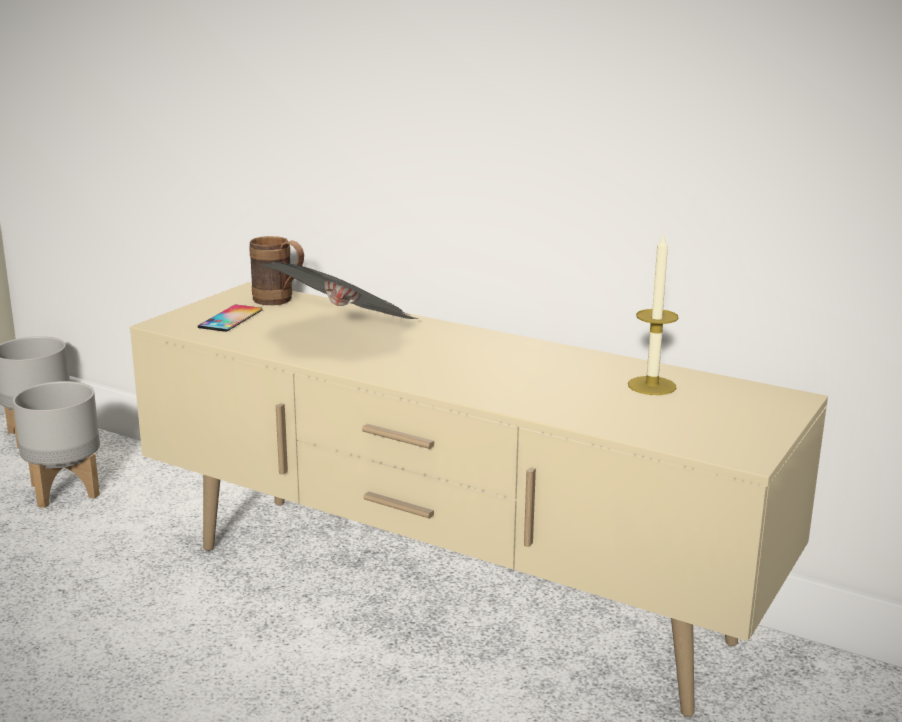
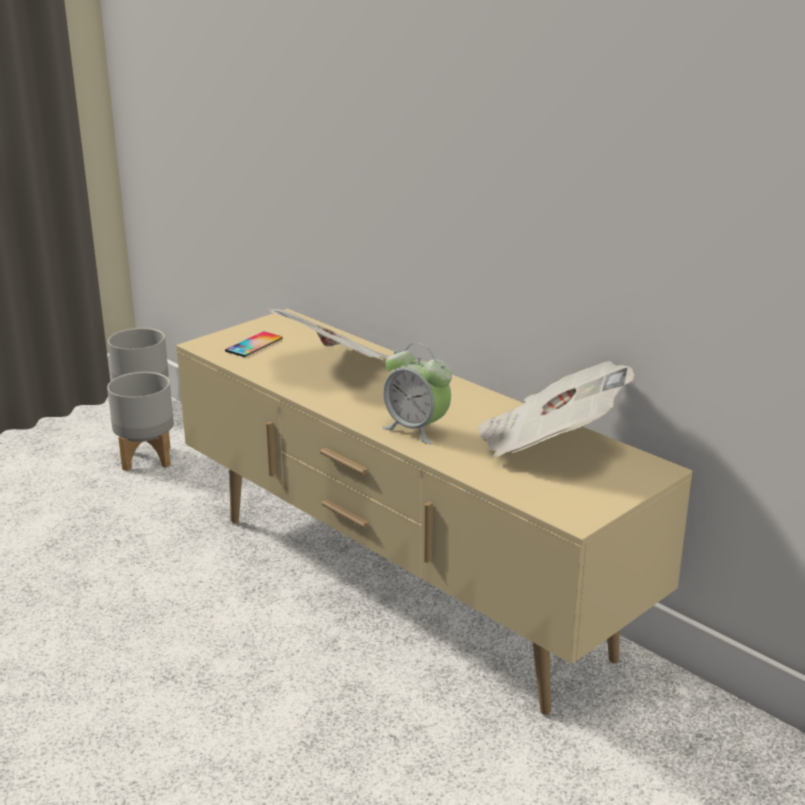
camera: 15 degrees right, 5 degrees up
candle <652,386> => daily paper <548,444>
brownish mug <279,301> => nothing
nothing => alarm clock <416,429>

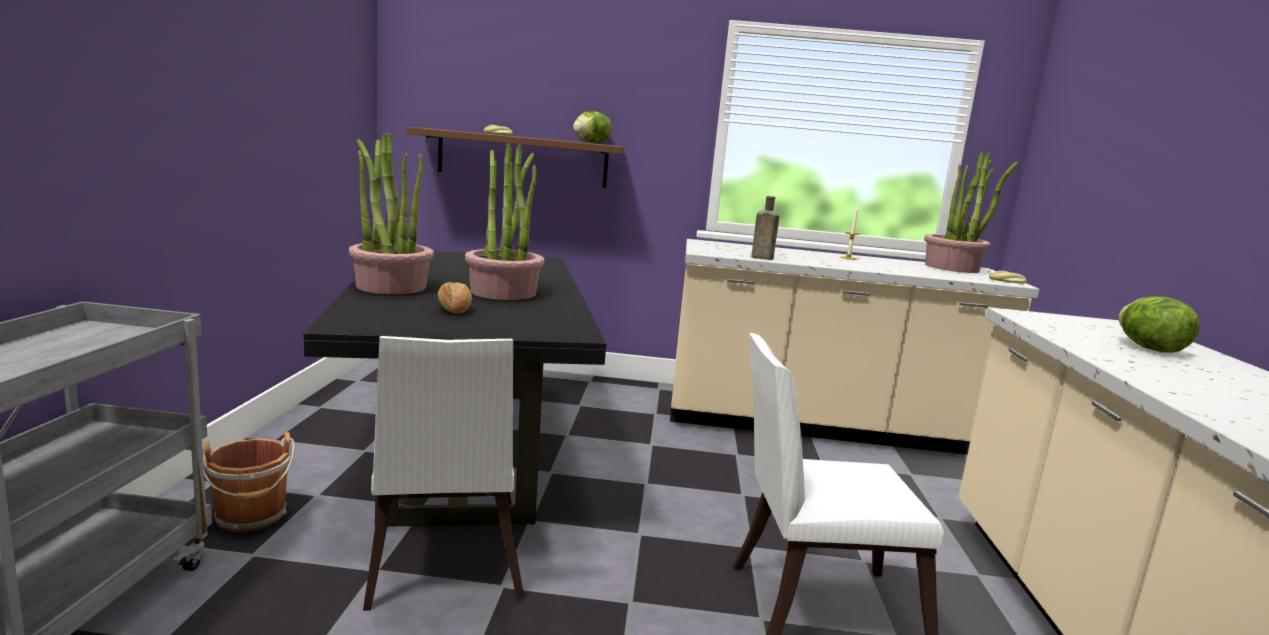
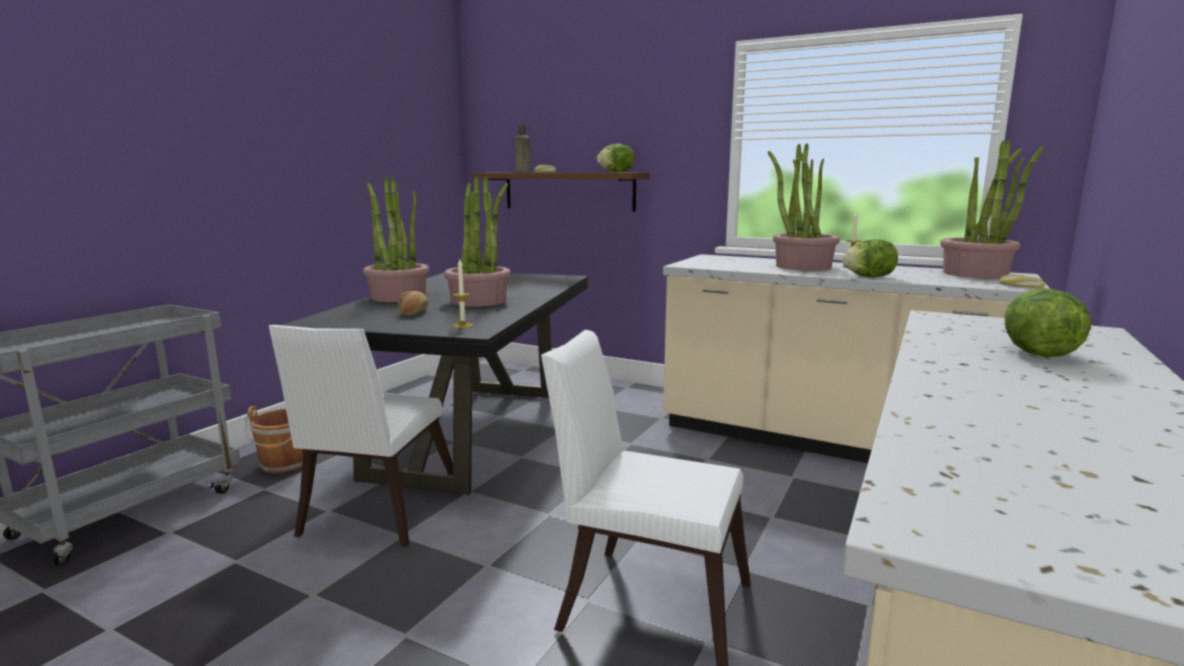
camera: 25 degrees right, 0 degrees up
brownish drink bottle <760,258> => brownish drink bottle <522,172>, move
nothing => potted plant <802,266>
nothing => head of lettuce <868,277>
nothing => candle <463,325>

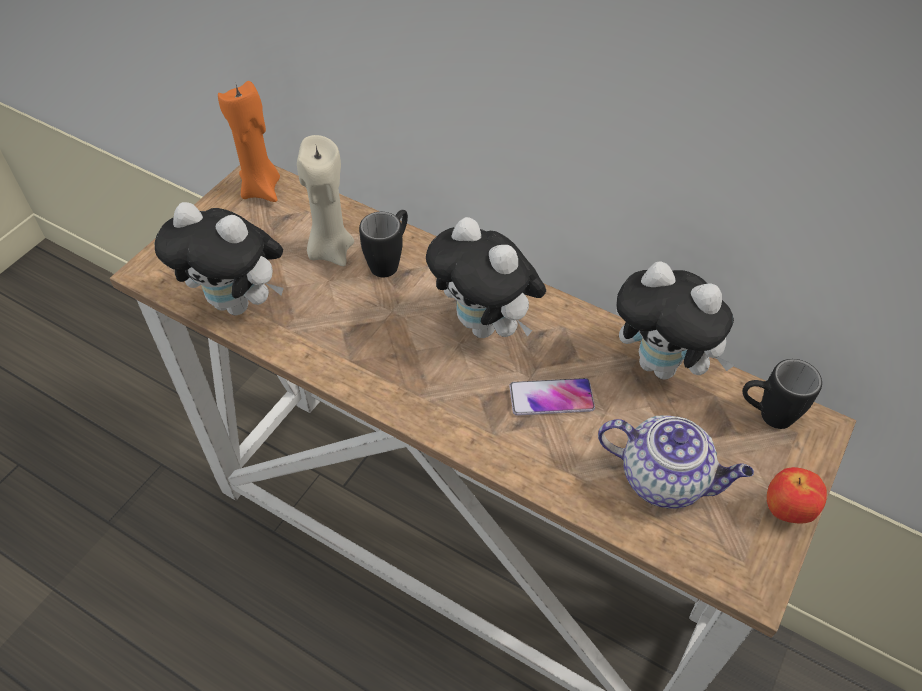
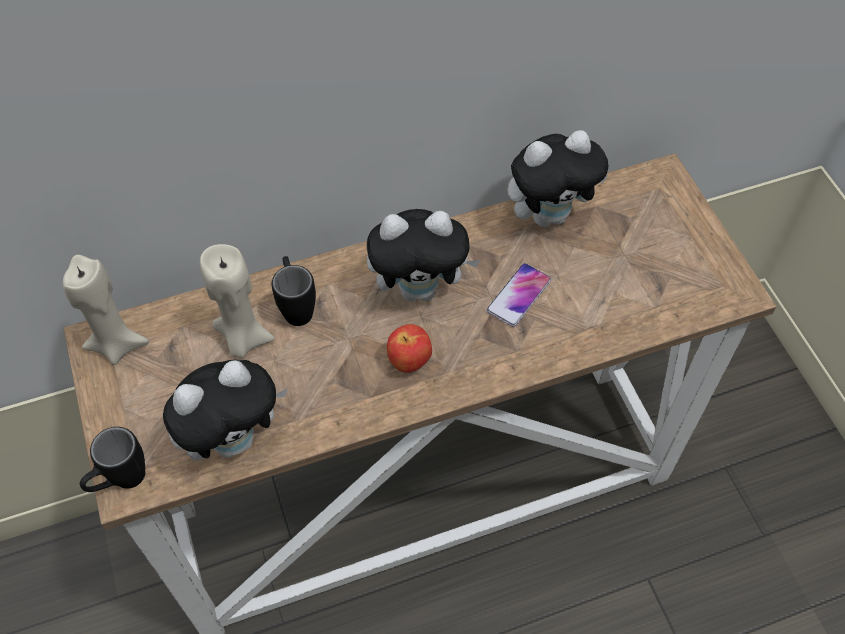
camera: 50 degrees left, 5 degrees up
orange candle <261,189> => sand-coloured candle <117,344>
blackish mug <765,415> => blackish mug <121,482>, move
tea pot <665,478> => nothing
whole apple <786,511> => whole apple <409,362>, move

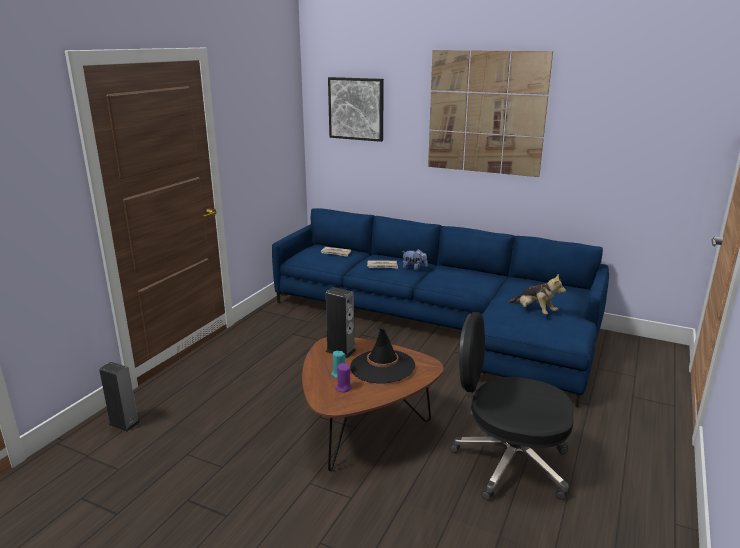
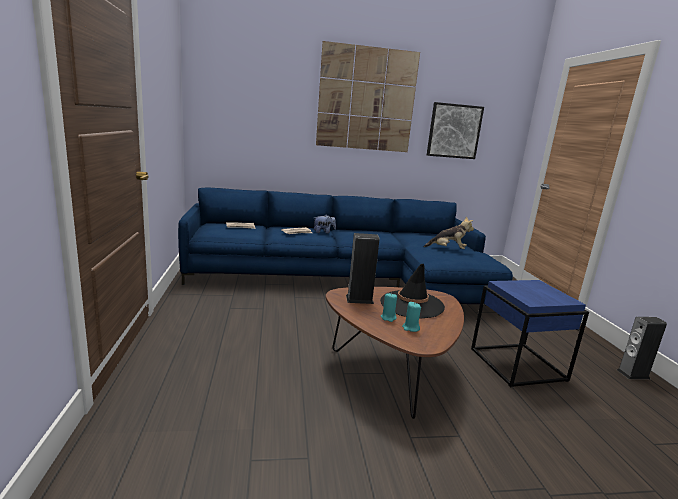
camera: 35 degrees left, 5 degrees down
wall art <356,109> => wall art <454,131>, move
blackish desk chair <508,462> => bluish accent table <516,364>
audio speaker <124,423> => audio speaker <633,374>, move
purplish candle <343,388> => turquoise candle <410,328>

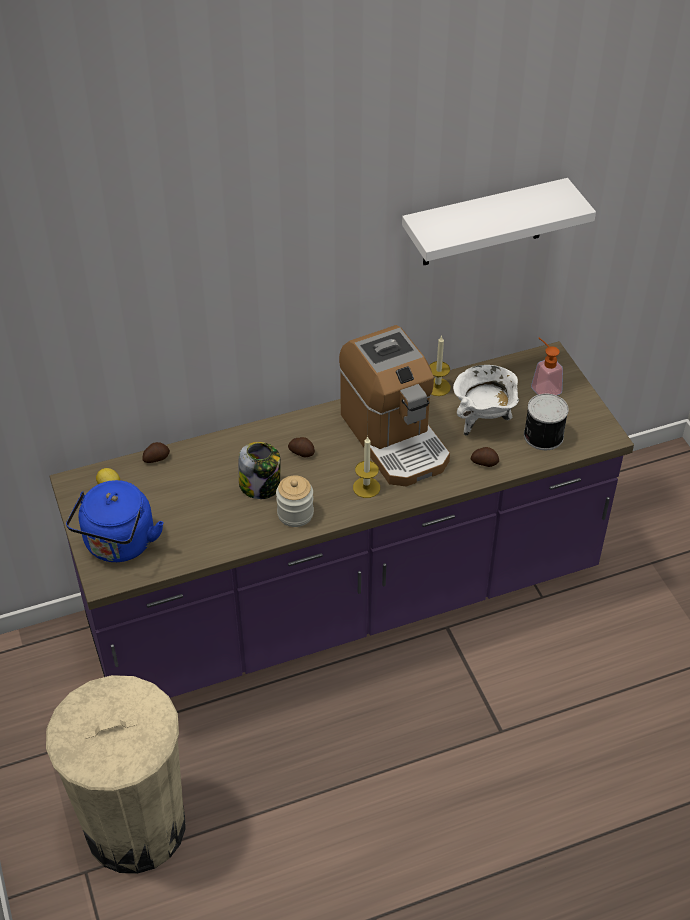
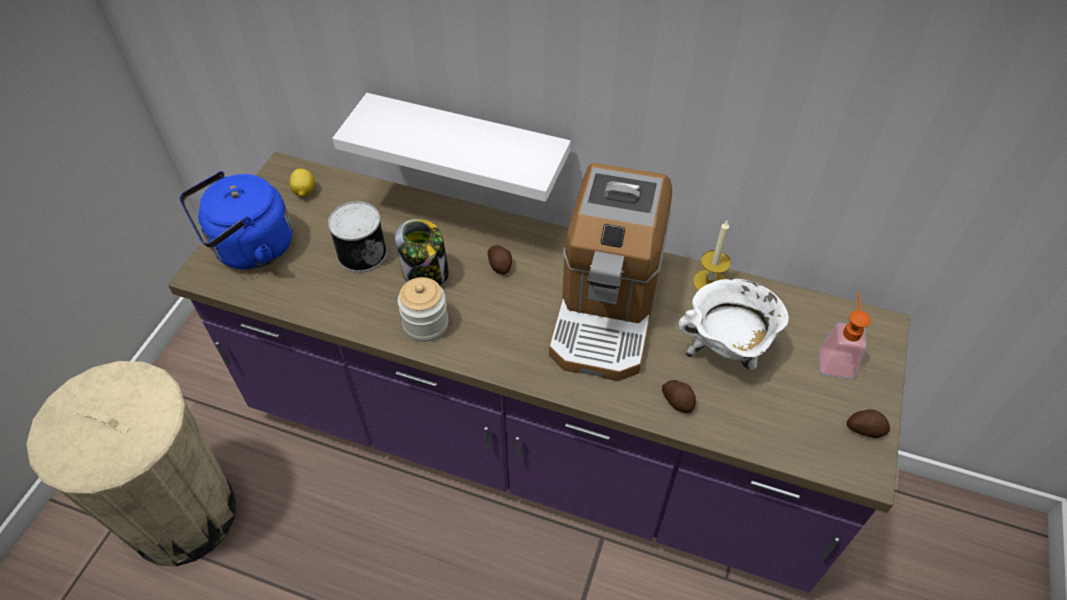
camera: 40 degrees right, 5 degrees up
white wall shelf <483,223> => white wall shelf <468,146>, move
metal can <542,435> => metal can <361,253>, move
candle <366,487> => nothing
potato <156,458> => potato <865,428>, move

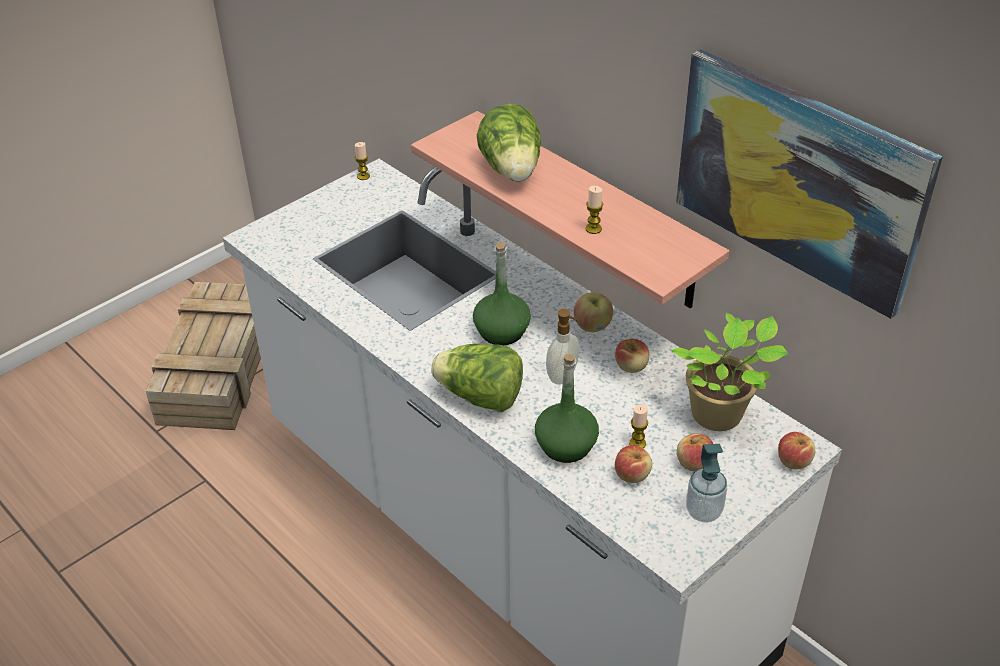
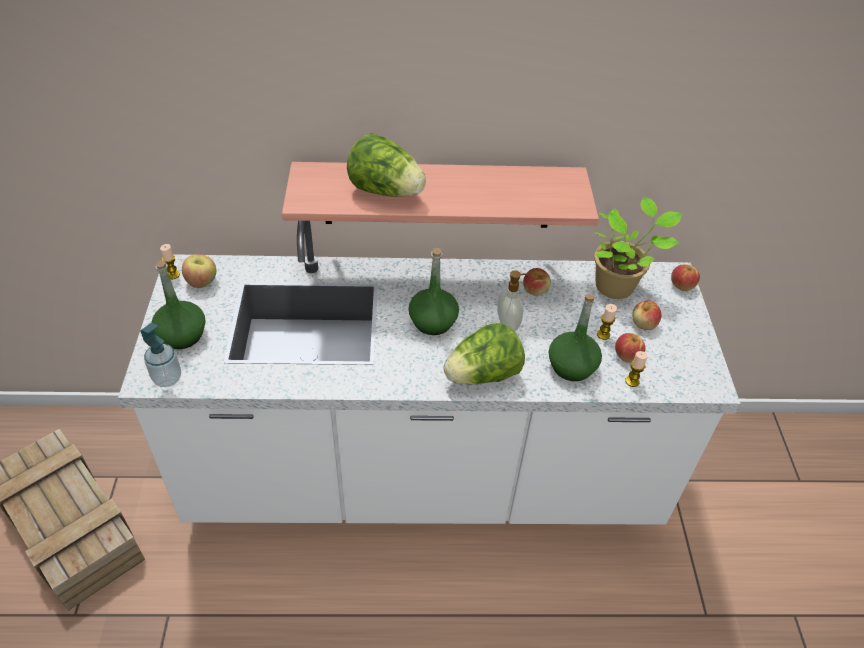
camera: 50 degrees left, 5 degrees up
wall art <798,179> => nothing
candle <593,229> => candle <632,381>, move
whole apple <593,326> => whole apple <202,282>, move
liquid soap bottle <703,511> => liquid soap bottle <167,378>, move
nothing => green-coloured drink bottle <182,335>

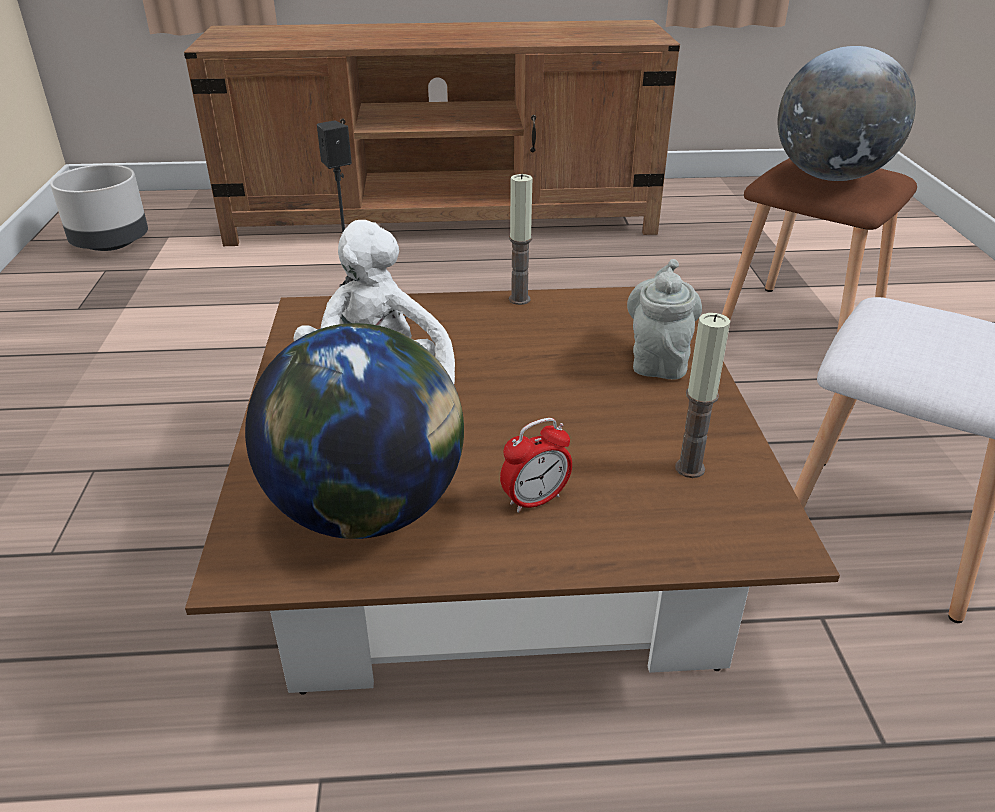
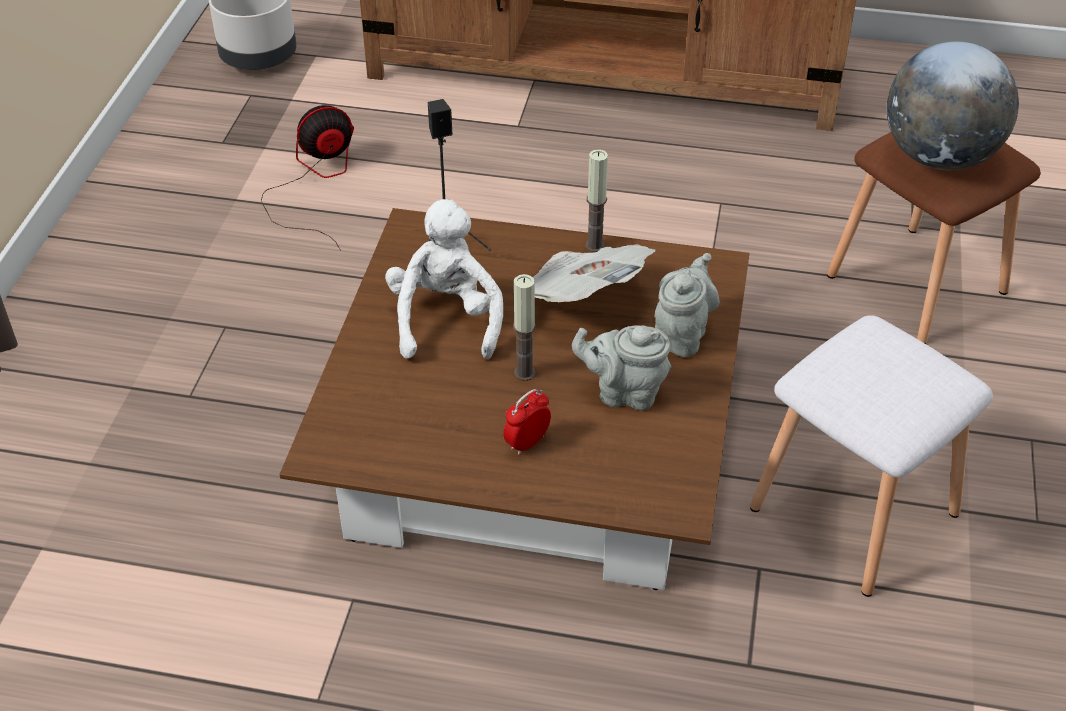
camera: 15 degrees right, 10 degrees up
candle <690,468> => candle <524,373>, move
globe <368,510> => nothing
alarm clock <535,500> => alarm clock <527,443>, 150 degrees clockwise
nothing => electric fan <316,182>
nothing => daily paper <582,297>
nothing => gray tea pot <624,392>

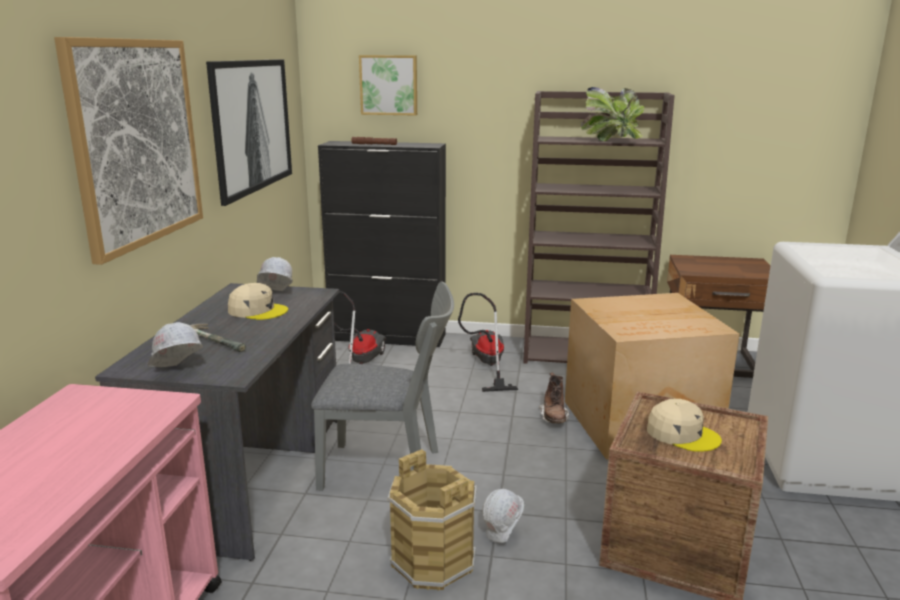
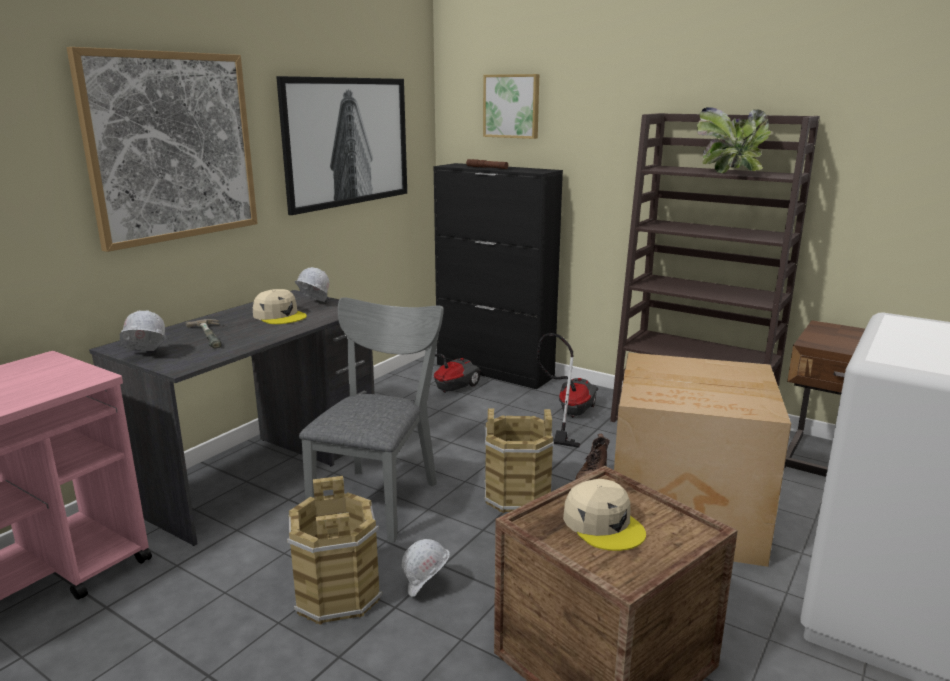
camera: 25 degrees right, 0 degrees up
gray chair <390,470> => gray chair <379,497>, 105 degrees counterclockwise
nothing => brownish bucket <517,495>

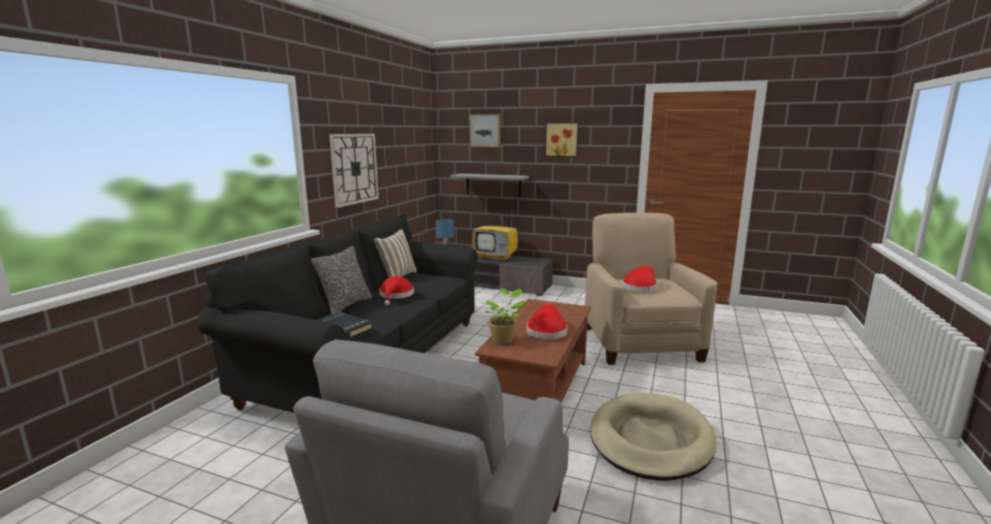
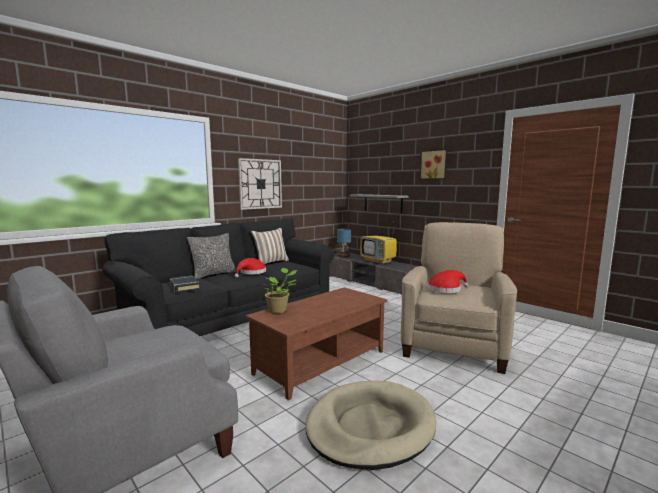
camera: 25 degrees right, 5 degrees down
wall art <485,130> => nothing
red-coloured wearable hat <546,331> => nothing

